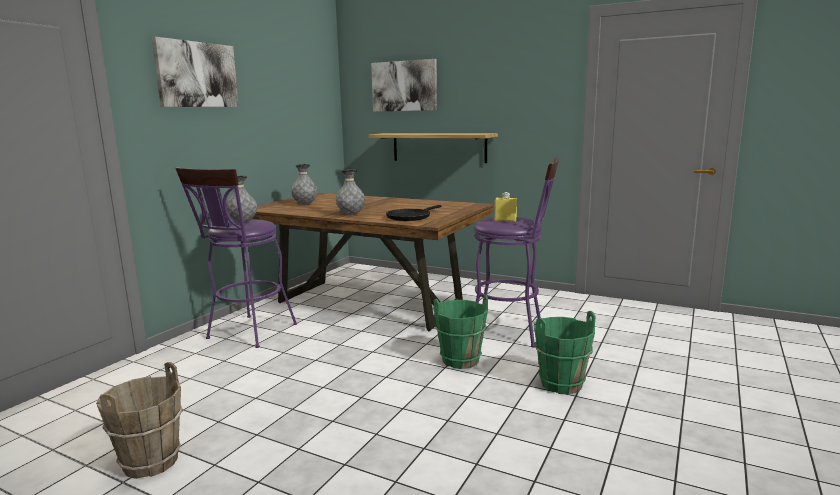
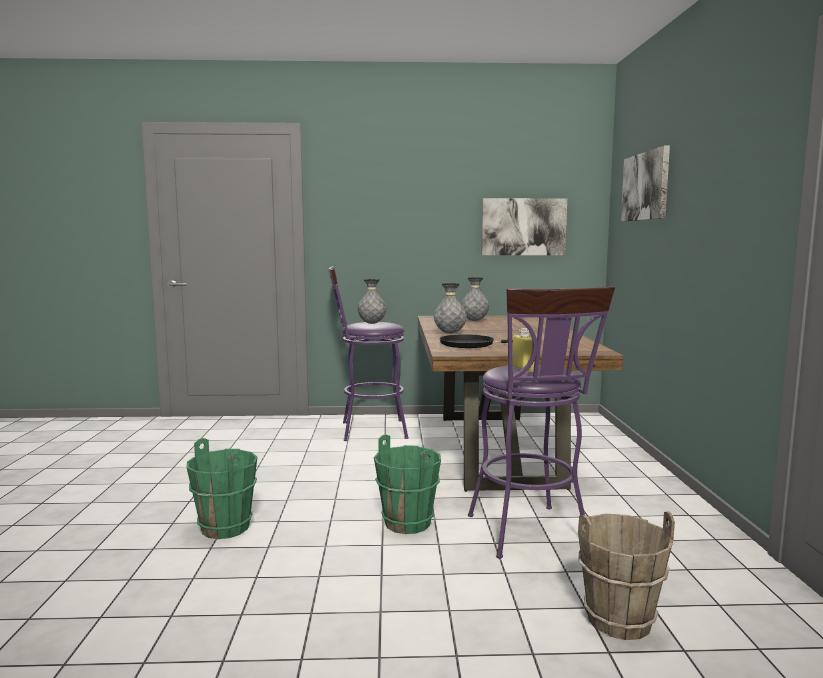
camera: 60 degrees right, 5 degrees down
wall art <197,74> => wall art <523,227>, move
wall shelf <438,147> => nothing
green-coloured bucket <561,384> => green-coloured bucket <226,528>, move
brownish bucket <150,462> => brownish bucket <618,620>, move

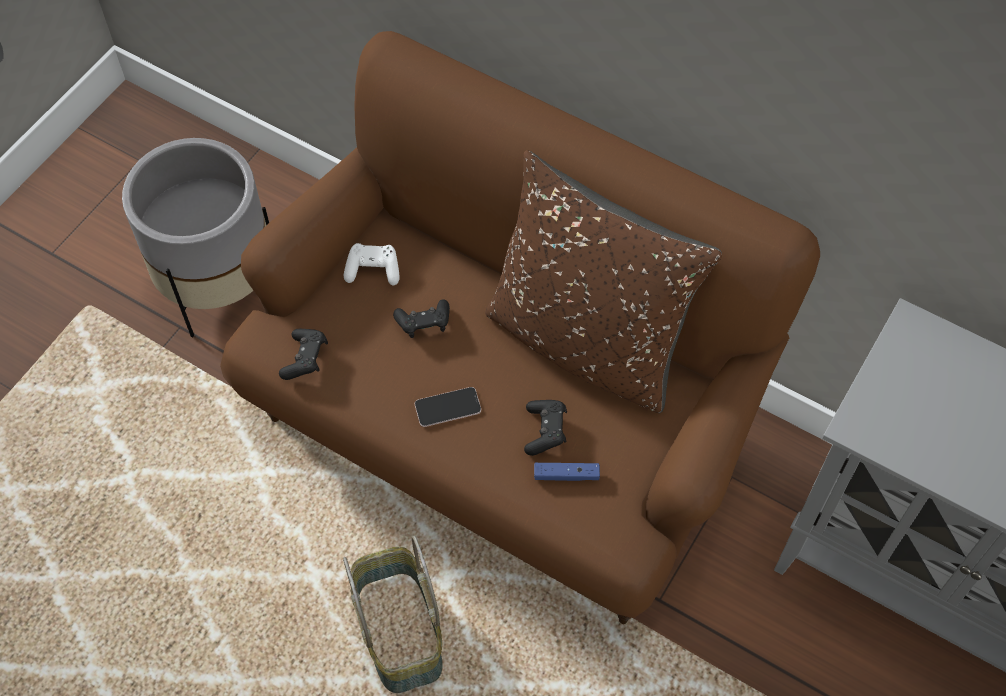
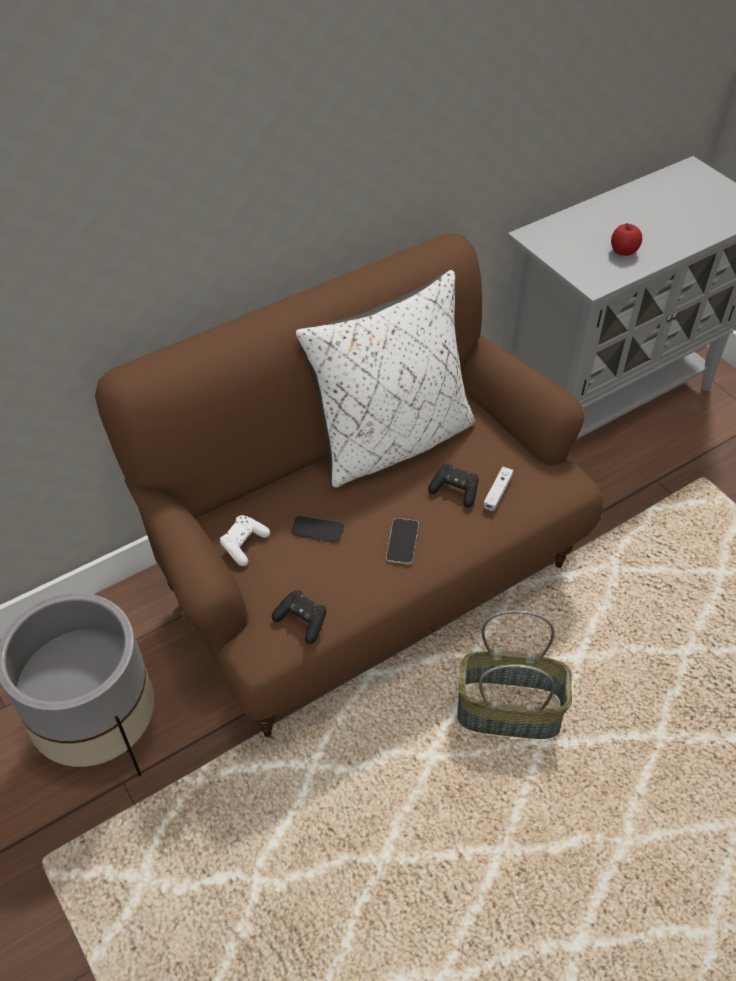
camera: 65 degrees left, 10 degrees down
brownish throw pillow <587,342> => white throw pillow <392,441>
blackish game controller <424,324> => telephone <317,530>
bluish game controller <566,475> => white game controller <497,492>
nothing => whole apple <623,251>

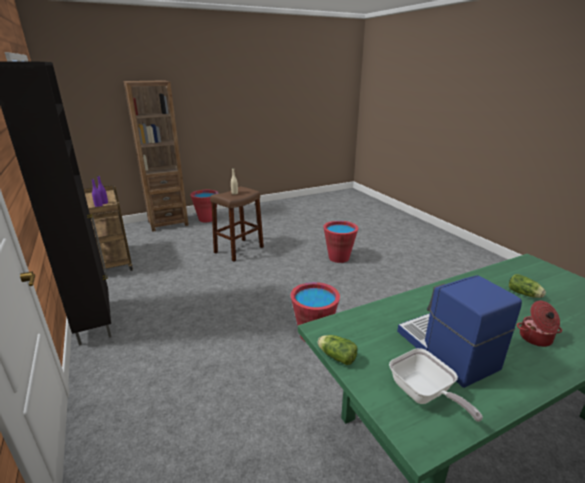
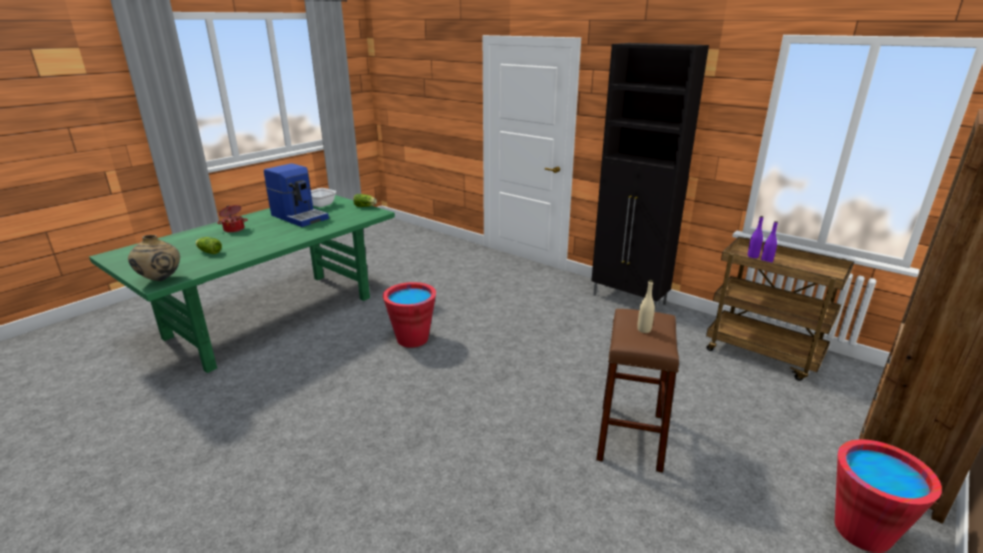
camera: 155 degrees right, 0 degrees up
red-coloured bucket <338,258> => nothing
nothing => sand-coloured decorative vase <160,280>

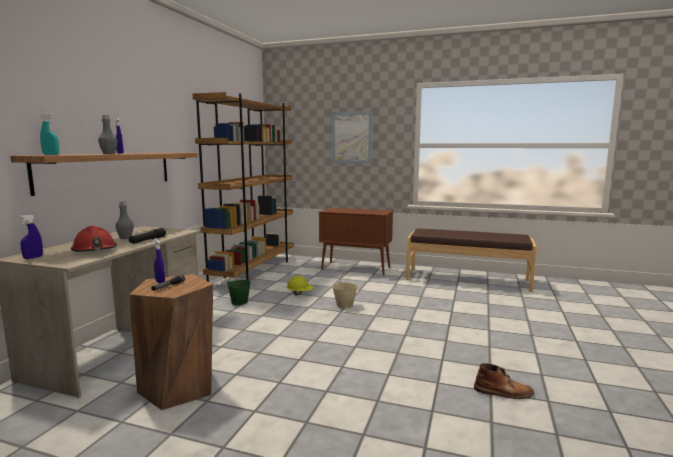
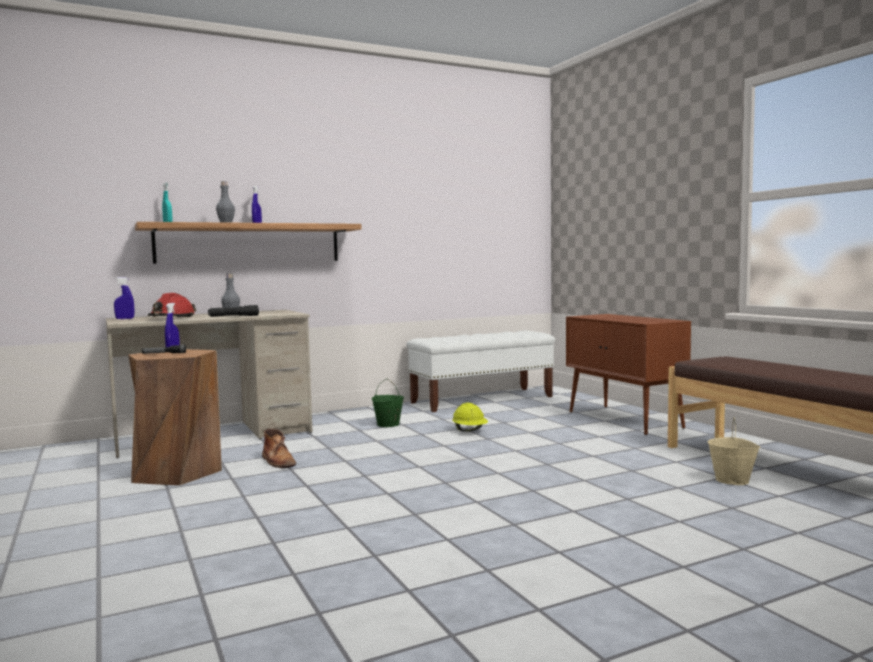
camera: 45 degrees right, 5 degrees down
brownish shelving unit <254,270> => white bench <482,399>
wall art <352,137> => nothing
sand-coloured bucket <345,305> => sand-coloured bucket <732,480>, move
brownish high-top boot <504,392> => brownish high-top boot <278,461>, move

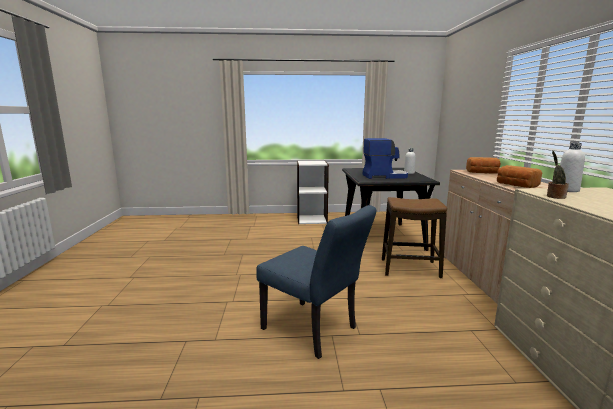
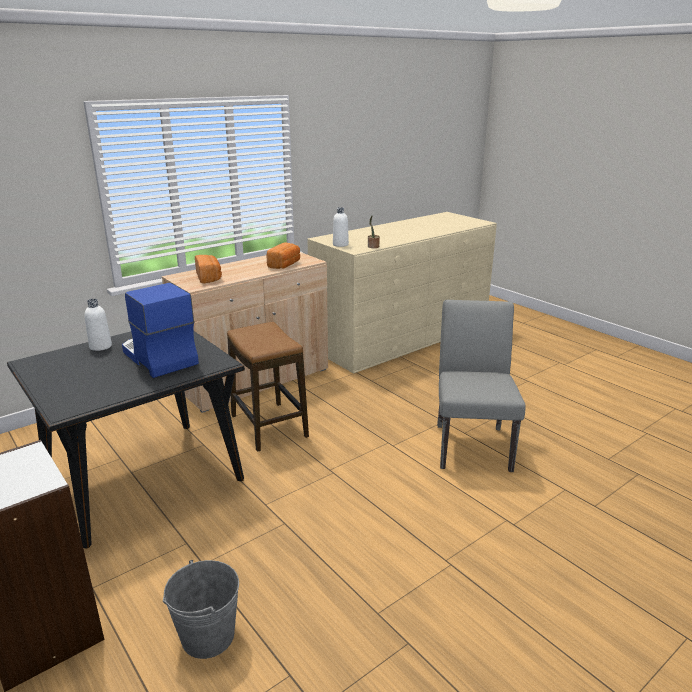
camera: 125 degrees left, 10 degrees up
bluish chair <314,331> => gray chair <471,443>
nothing => gray bucket <208,636>

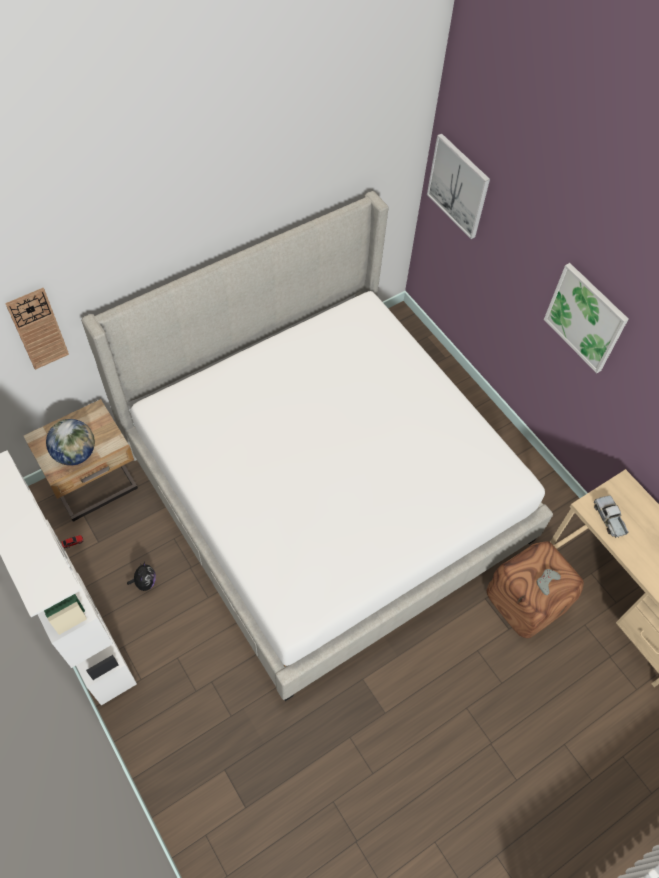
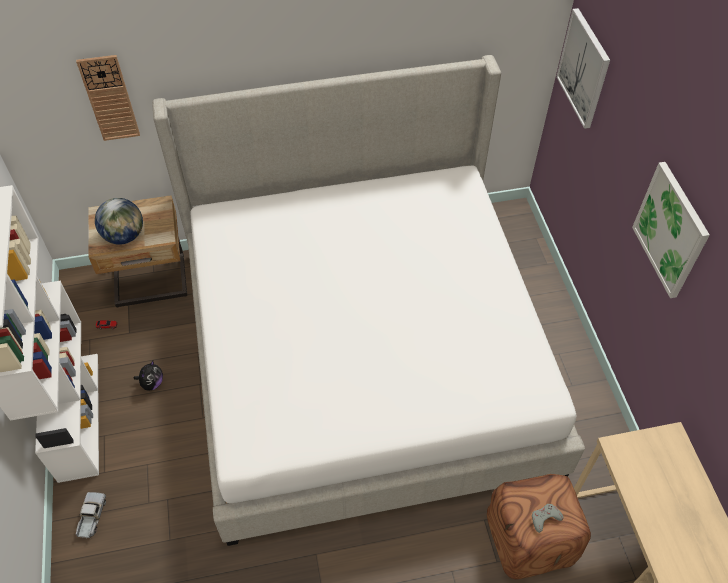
camera: 25 degrees right, 5 degrees down
toy truck <609,519> => toy truck <92,517>, move

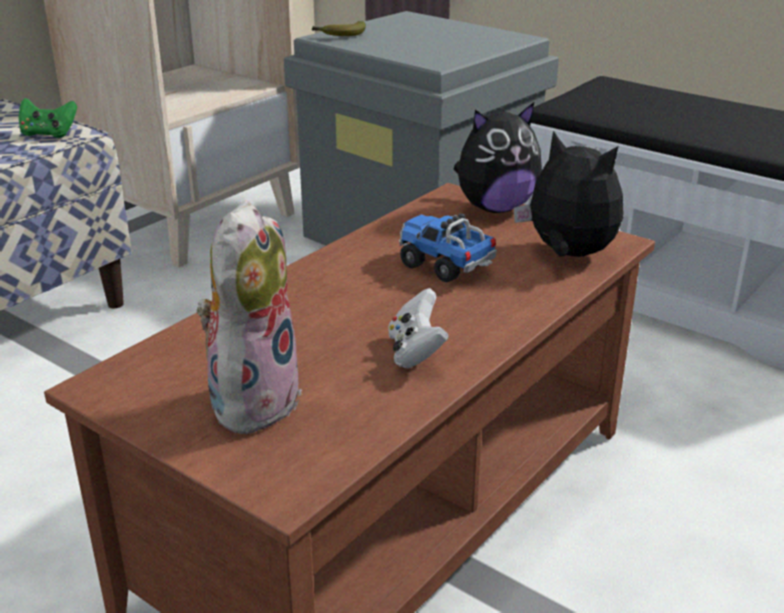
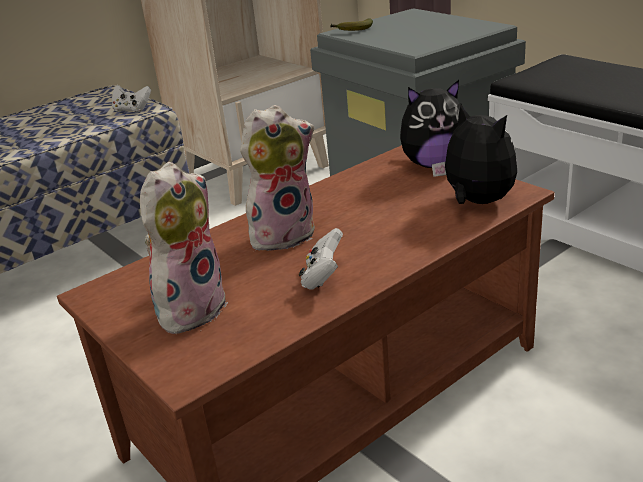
camera: 15 degrees right, 0 degrees up
green-coloured game controller <48,134> => white game controller <132,110>
toy truck <444,266> => nothing
nothing => plush toy <283,234>

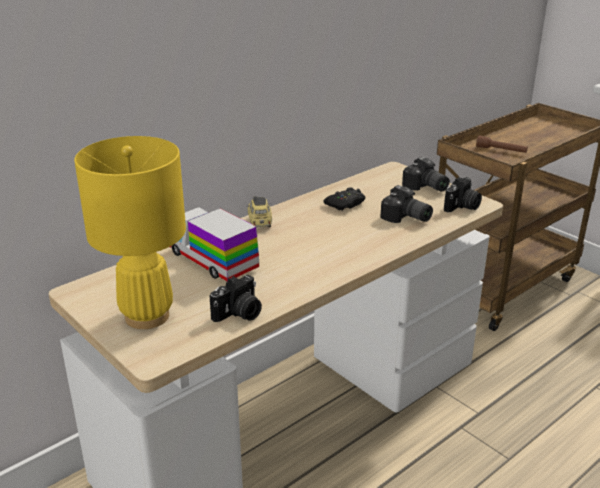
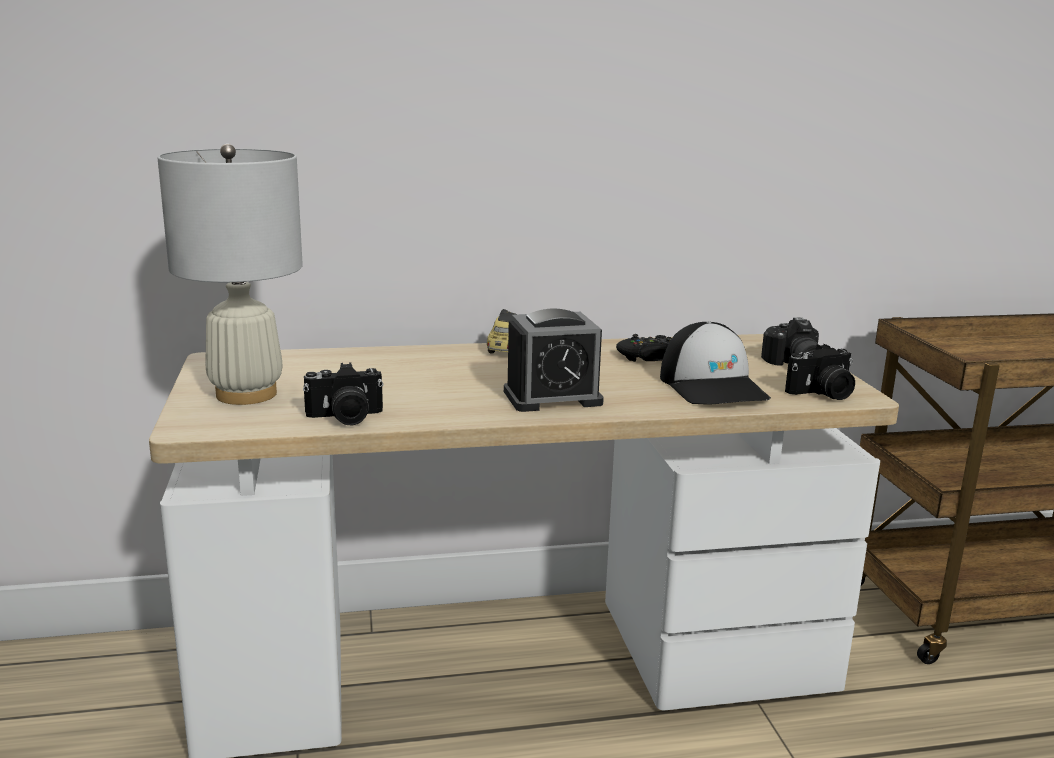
camera: 30 degrees right, 10 degrees down
brownish hand torch <501,150> => nothing
yellow lamp for a table <147,316> => white lamp for a table <246,394>
still camera <406,218> => cap <713,386>
toy truck <212,260> => nothing
nothing => alarm clock <552,397>

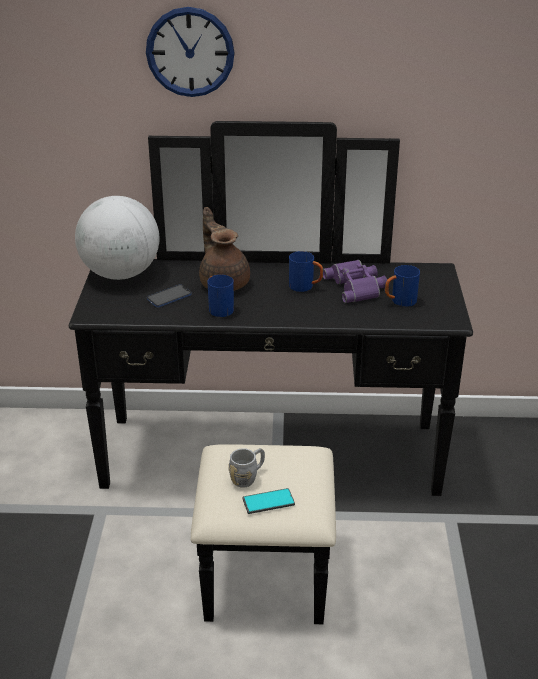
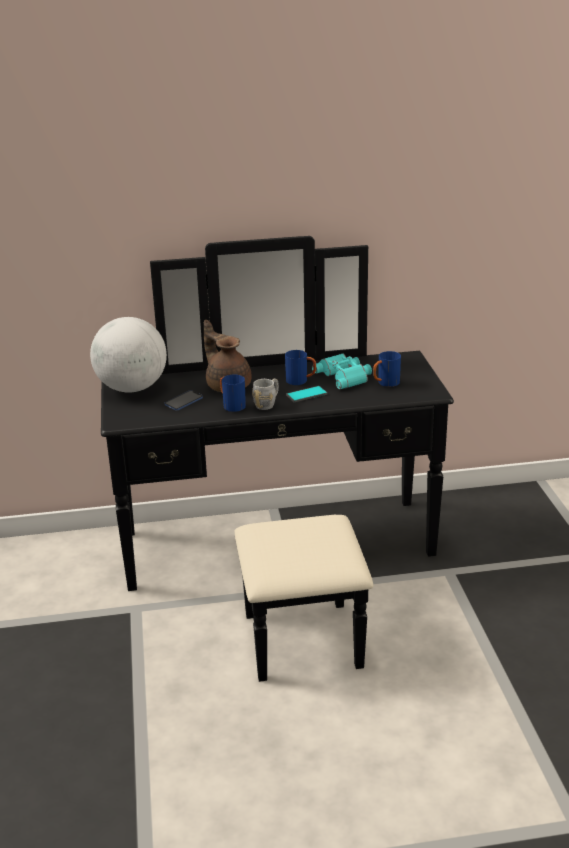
camera: 10 degrees left, 5 degrees down
clock on the wall <190,52> => nothing
purplish field glasses <357,286> => turquoise field glasses <345,376>
gray mug <248,477> => gray mug <267,403>, move
telephone <268,502> => telephone <306,395>, move

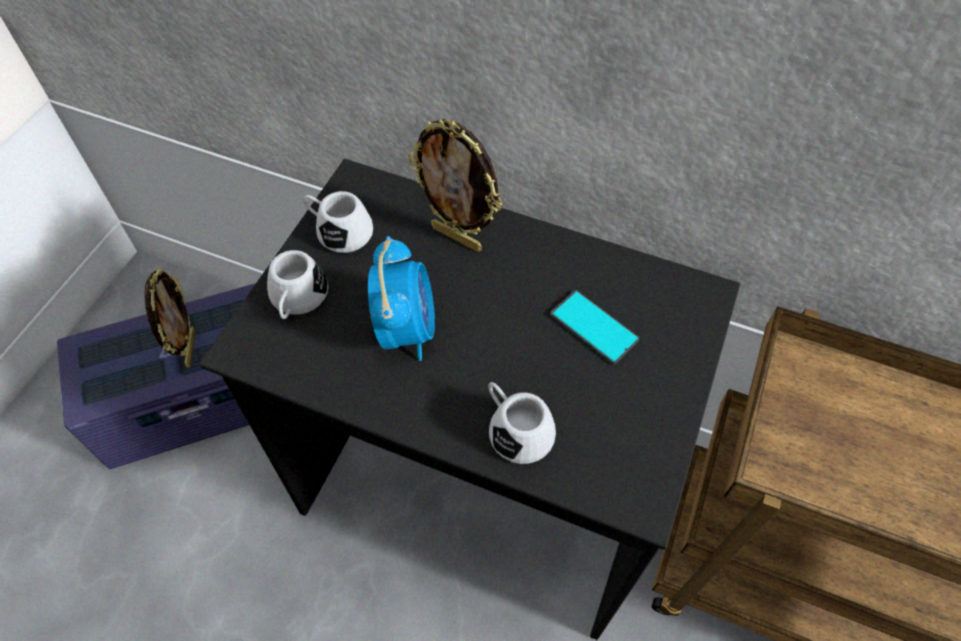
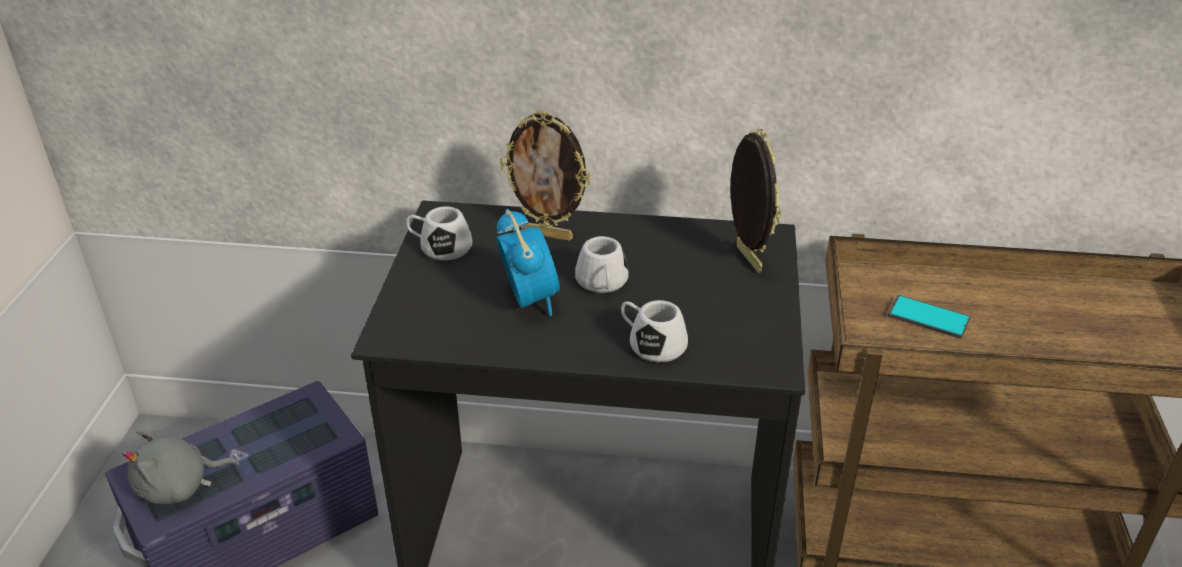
camera: 15 degrees left, 20 degrees down
white mug <297,300> => white mug <602,284>, move
photo frame <189,349> => photo frame <746,259>, move
telephone <593,327> => telephone <928,318>, move
nothing => gray plush toy <179,487>

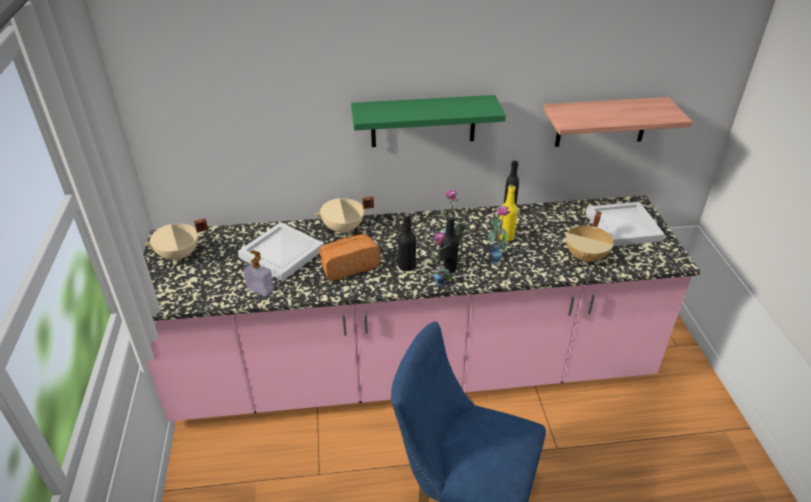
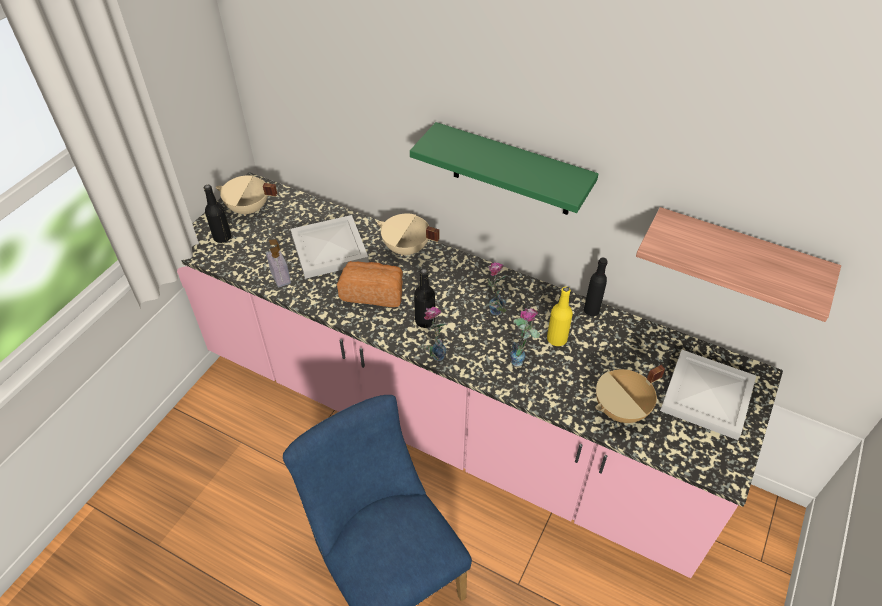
camera: 35 degrees right, 10 degrees up
blackish drink bottle <448,268> => blackish drink bottle <222,237>, move

